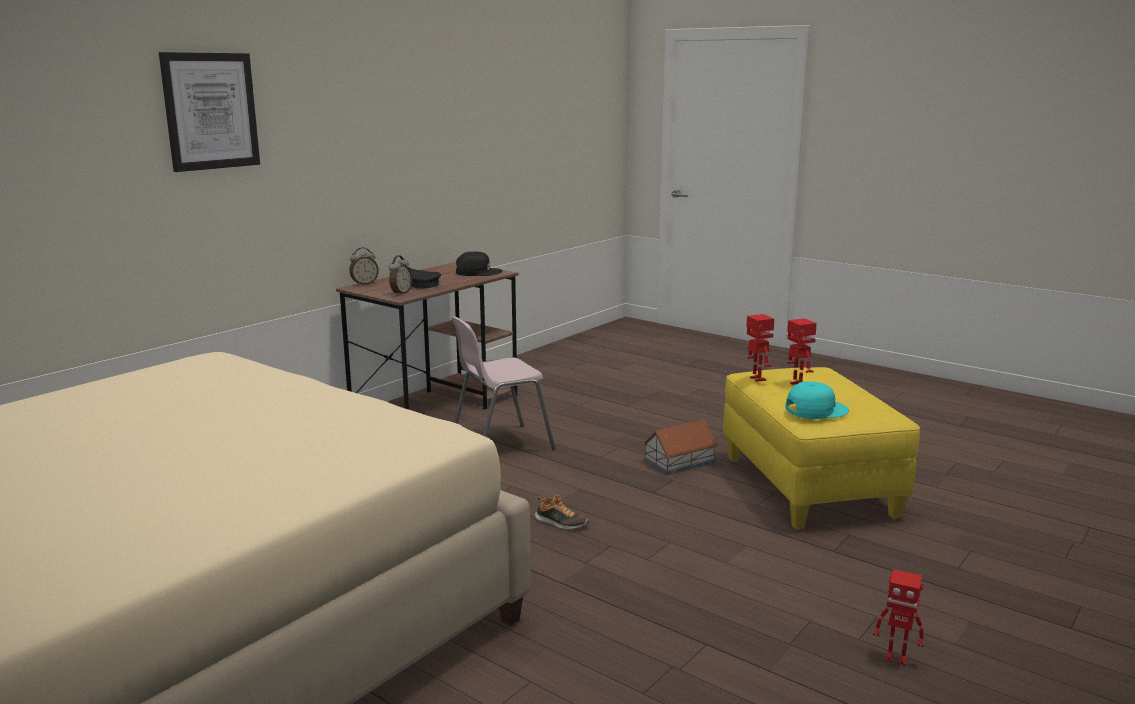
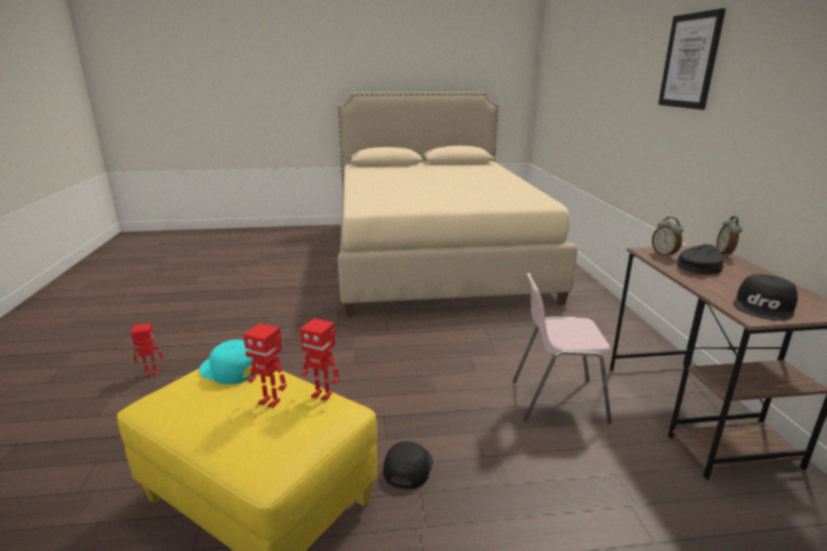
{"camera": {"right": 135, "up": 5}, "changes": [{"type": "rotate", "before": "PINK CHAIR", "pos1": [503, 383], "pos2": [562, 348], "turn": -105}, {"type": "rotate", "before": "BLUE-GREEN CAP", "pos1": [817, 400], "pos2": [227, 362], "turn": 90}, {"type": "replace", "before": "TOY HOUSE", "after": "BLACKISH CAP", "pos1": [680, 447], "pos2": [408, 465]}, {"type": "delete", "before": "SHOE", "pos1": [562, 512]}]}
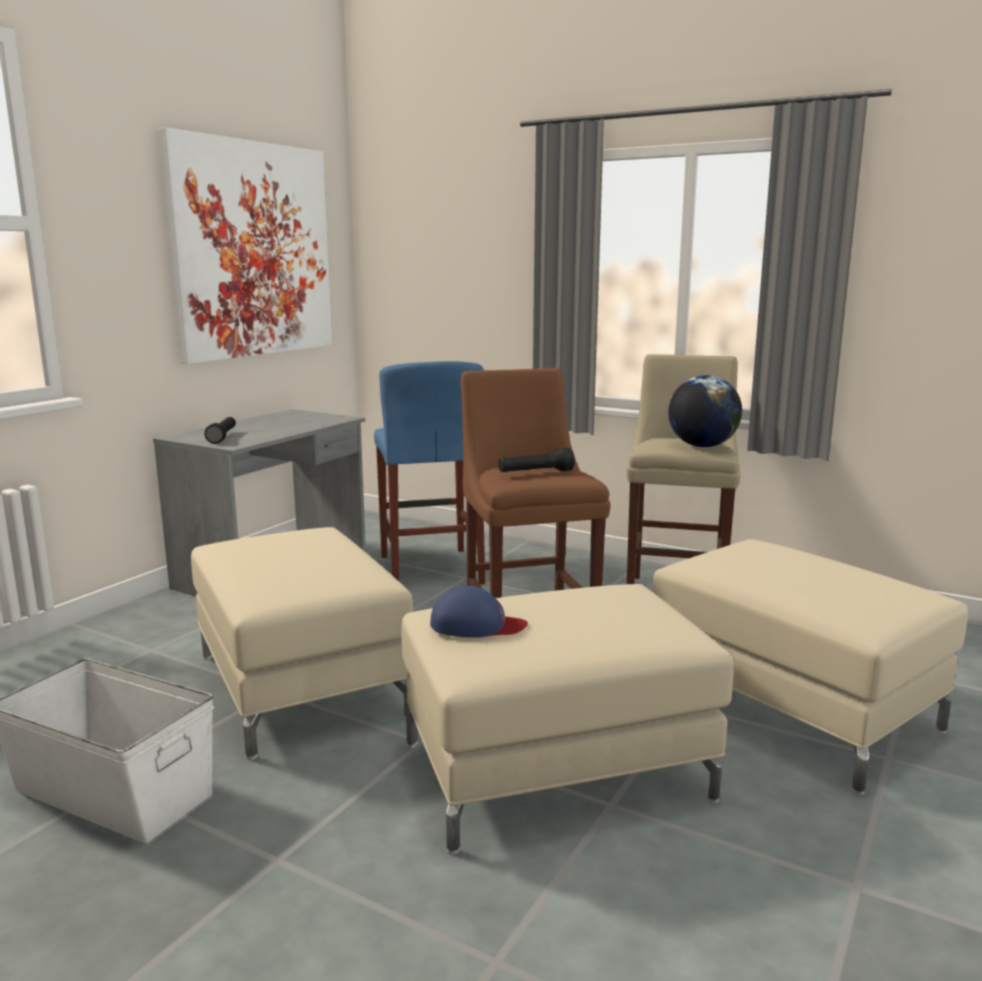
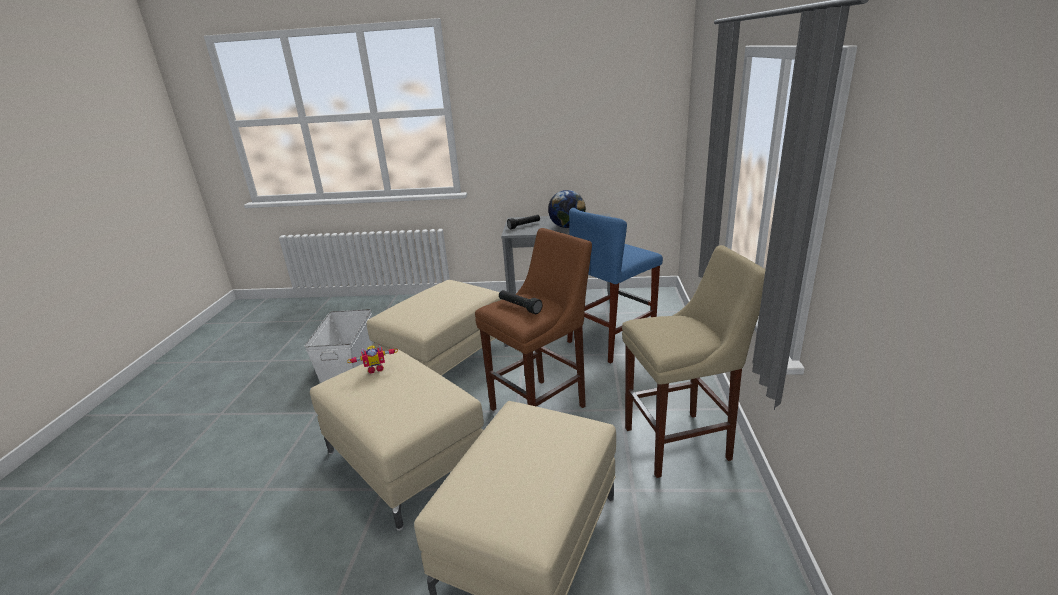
{"camera": {"right": 65, "up": 10}, "changes": [{"type": "delete", "before": "WALL PICTURE", "pos1": [245, 245]}, {"type": "move", "before": "GLOBE", "pos1": [705, 411], "pos2": [567, 209]}, {"type": "replace", "before": "BLUISH CAP", "after": "ROBOT FIGURE", "pos1": [479, 611], "pos2": [372, 359]}]}
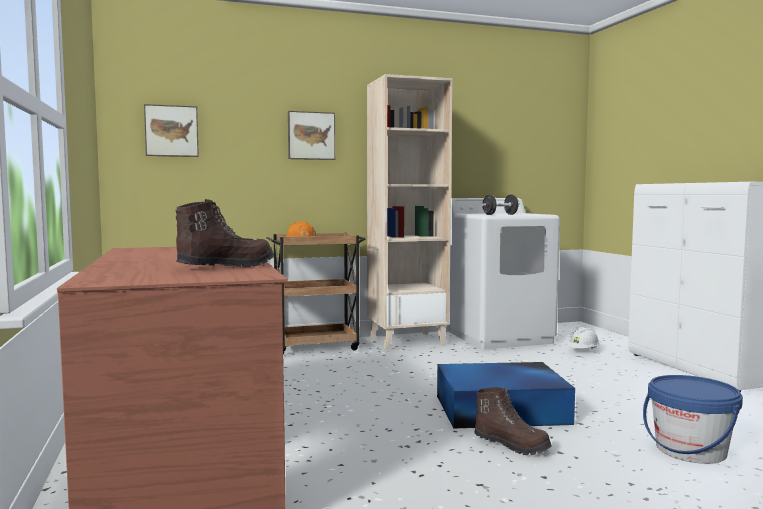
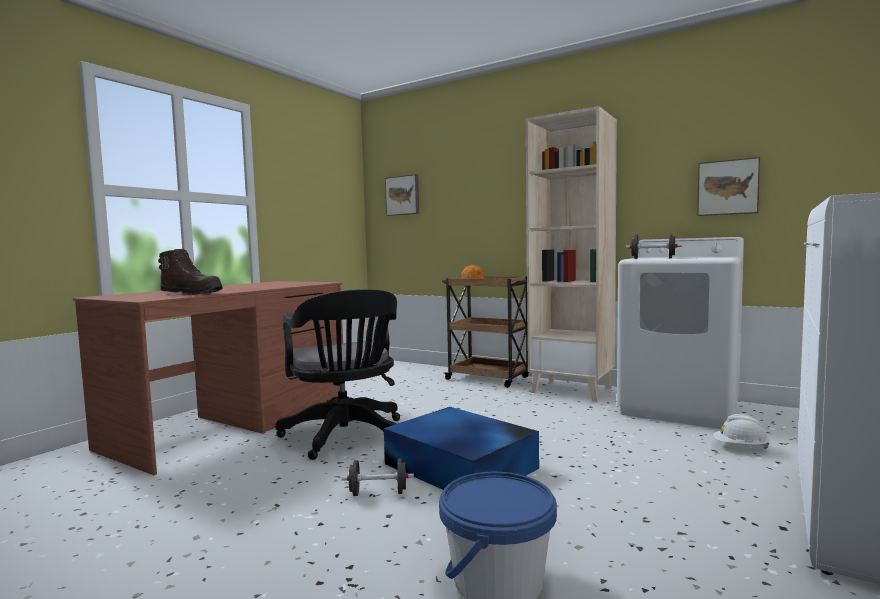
{"camera": {"right": 50, "up": 0}, "changes": [{"type": "move", "before": "WALL PICTURE", "pos1": [311, 135], "pos2": [728, 186]}, {"type": "replace", "before": "BROWN HIGH-TOP BOOT", "after": "BLACKISH HAND WEIGHT", "pos1": [513, 421], "pos2": [378, 477]}, {"type": "insert", "after": "BLACKISH DESK CHAIR", "pos2": [337, 374]}]}
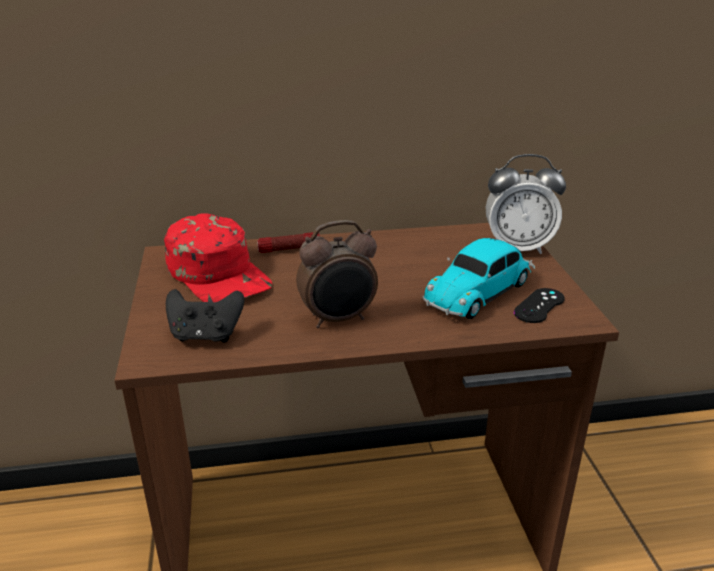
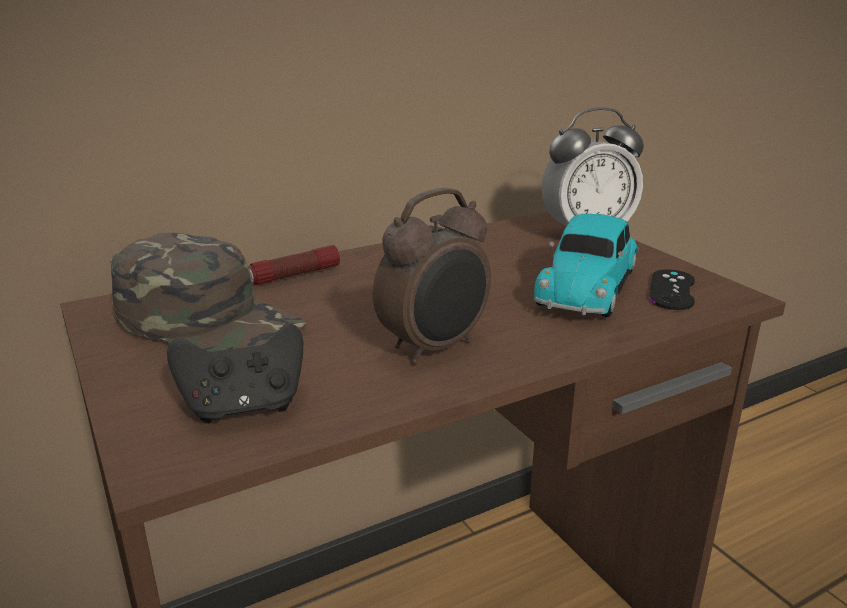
{"camera": {"right": -20, "up": -5}, "changes": [{"type": "recolor", "before": "RED-COLOURED CAP", "after": "GREEN CAP", "pos1": [218, 257], "pos2": [208, 292]}]}
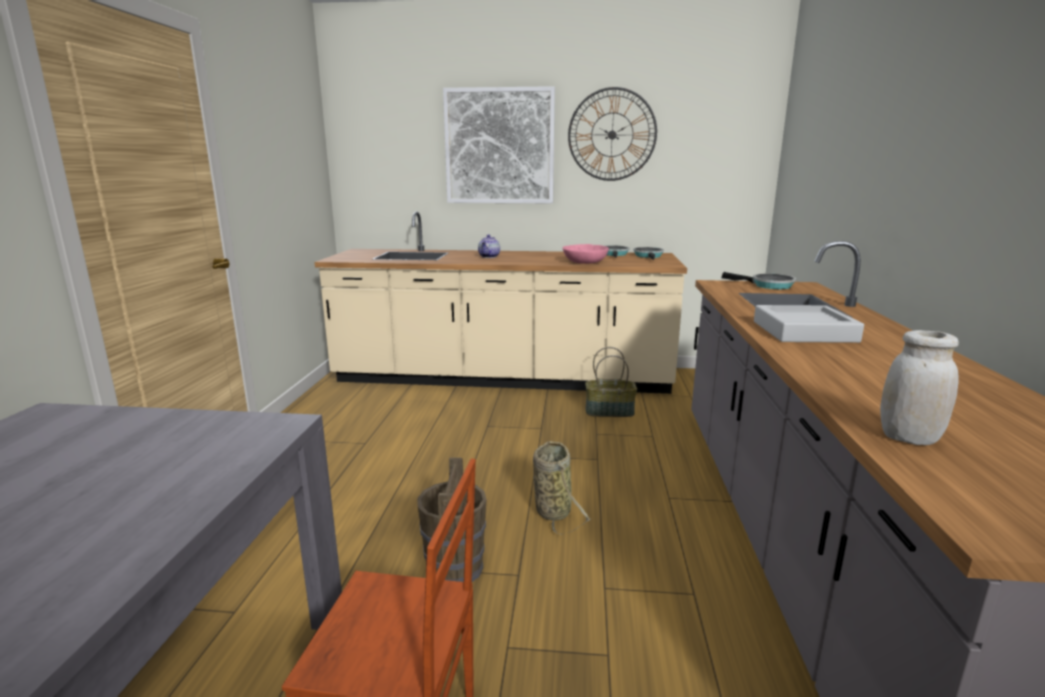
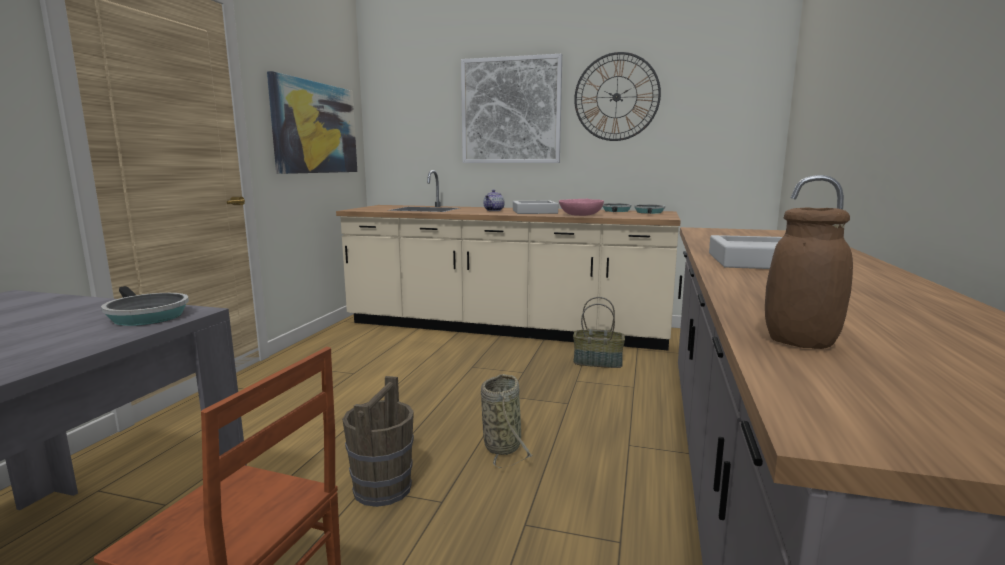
{"camera": {"right": 10, "up": -5}, "changes": [{"type": "move", "before": "FRYING PAN", "pos1": [759, 280], "pos2": [145, 306]}, {"type": "recolor", "before": "WHITISH JAR", "after": "BROWN JAR", "pos1": [919, 387], "pos2": [809, 278]}, {"type": "insert", "after": "WALL PICTURE", "pos2": [312, 122]}, {"type": "insert", "after": "GREYISH SERVING TRAY", "pos2": [535, 207]}]}
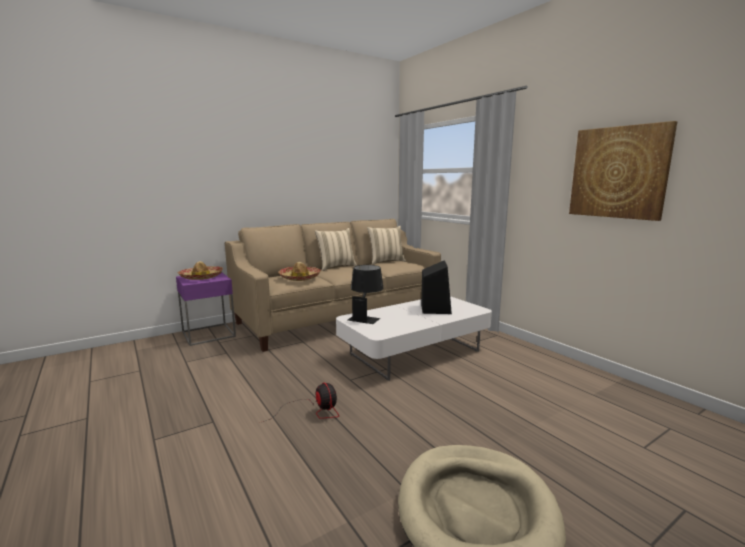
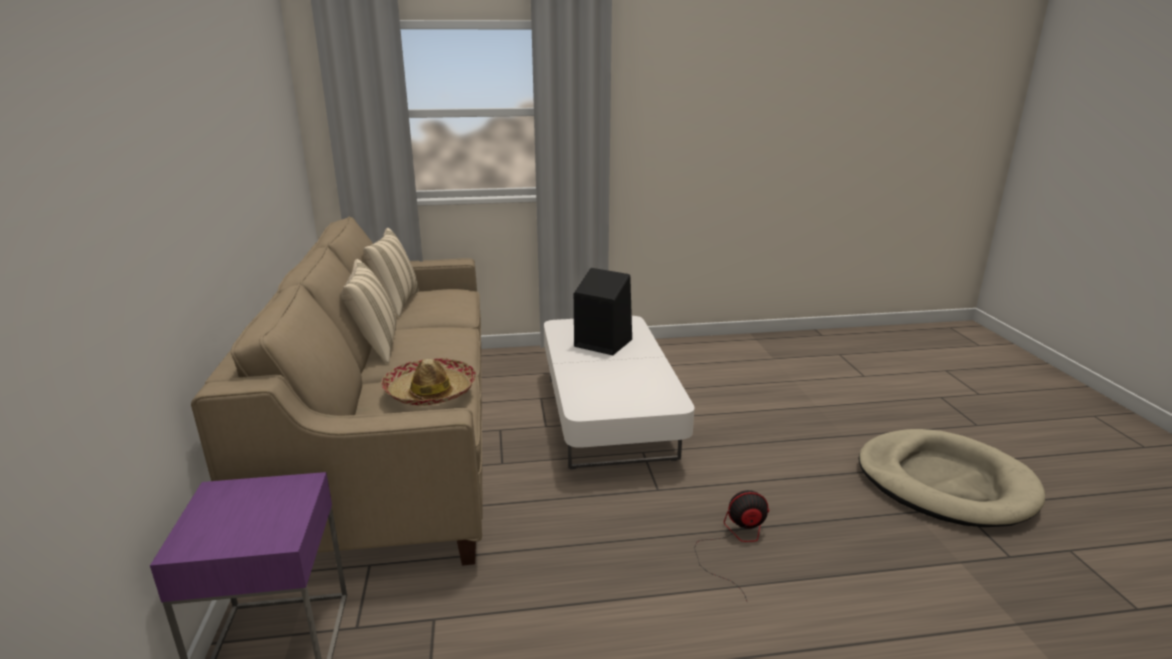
{"camera": {"right": -65, "up": 10}, "changes": [{"type": "delete", "before": "WALL PICTURE", "pos1": [623, 171]}, {"type": "delete", "before": "HAT", "pos1": [200, 270]}, {"type": "delete", "before": "BLACKISH TABLETOP LAMP", "pos1": [365, 294]}]}
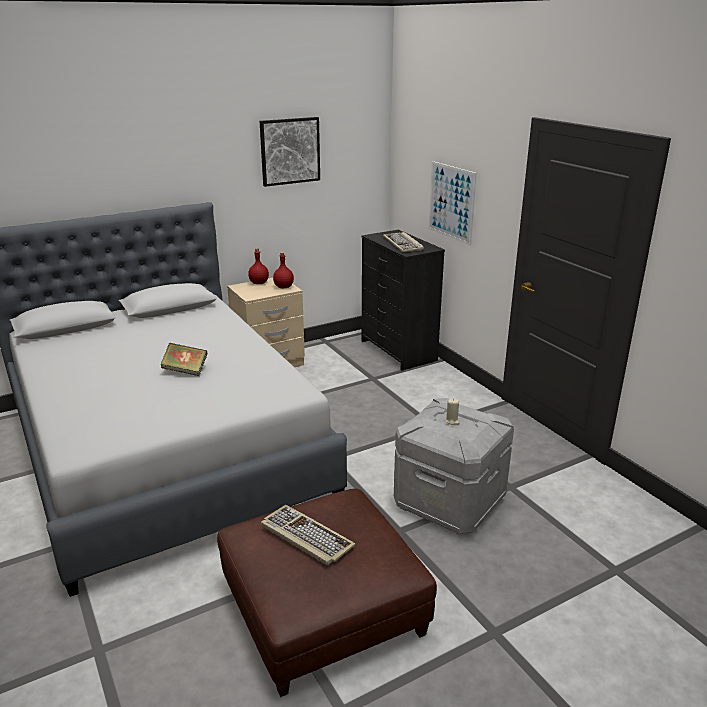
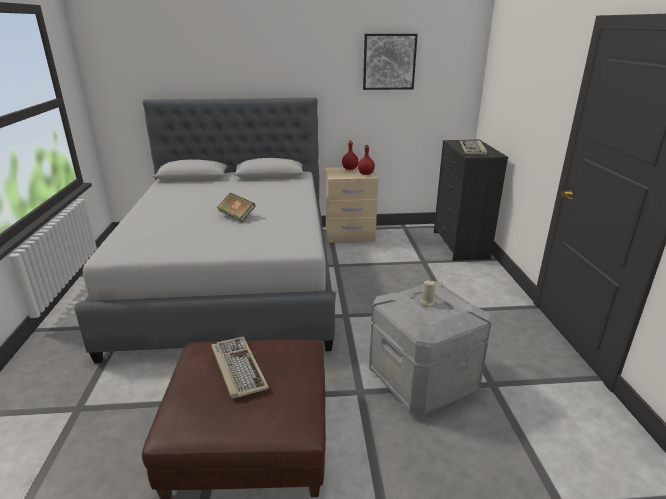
{"camera": {"right": 25, "up": 0}, "changes": [{"type": "delete", "before": "WALL PICTURE", "pos1": [453, 203]}]}
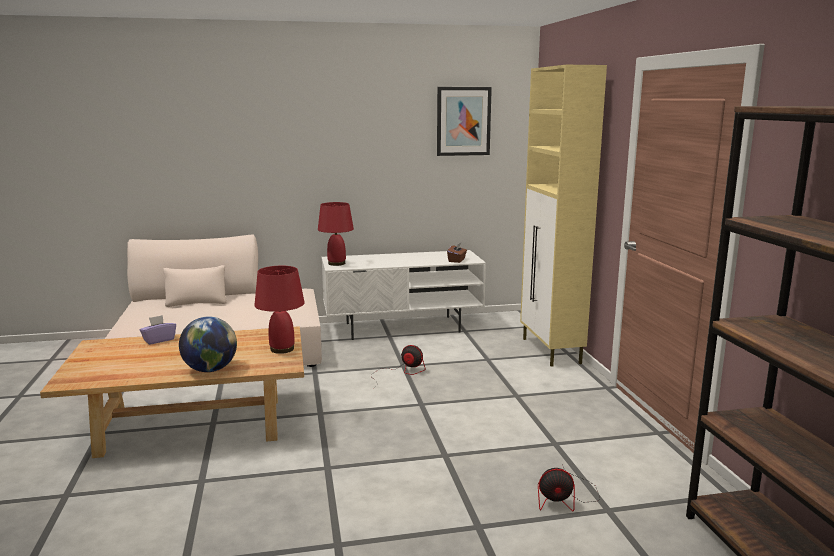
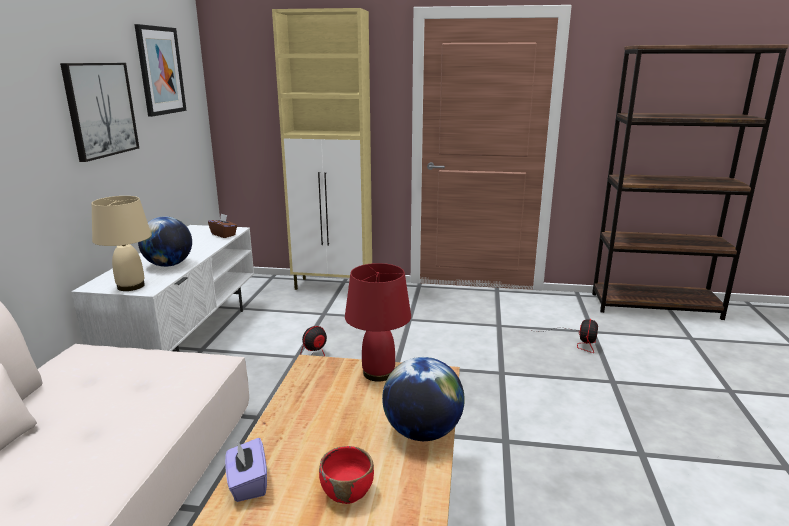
{"camera": {"right": -70, "up": 5}, "changes": [{"type": "recolor", "before": "RED-COLOURED TABLETOP LAMP", "after": "SAND-COLOURED TABLETOP LAMP", "pos1": [336, 234], "pos2": [121, 243]}, {"type": "insert", "after": "WALL PICTURE", "pos2": [99, 112]}, {"type": "insert", "after": "GLOBE", "pos2": [165, 241]}, {"type": "insert", "after": "RED-COLOURED BOWL", "pos2": [346, 475]}]}
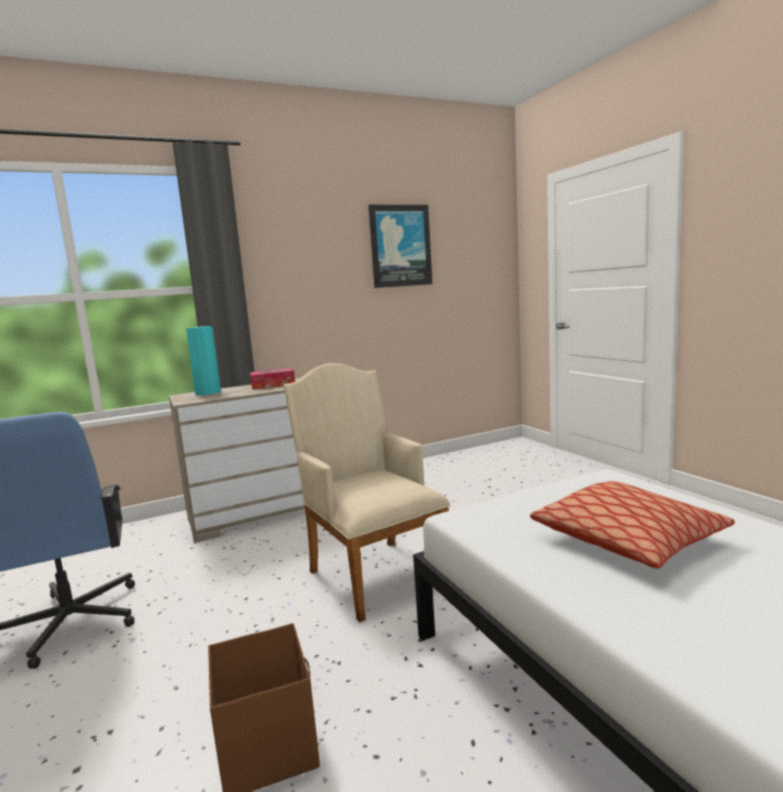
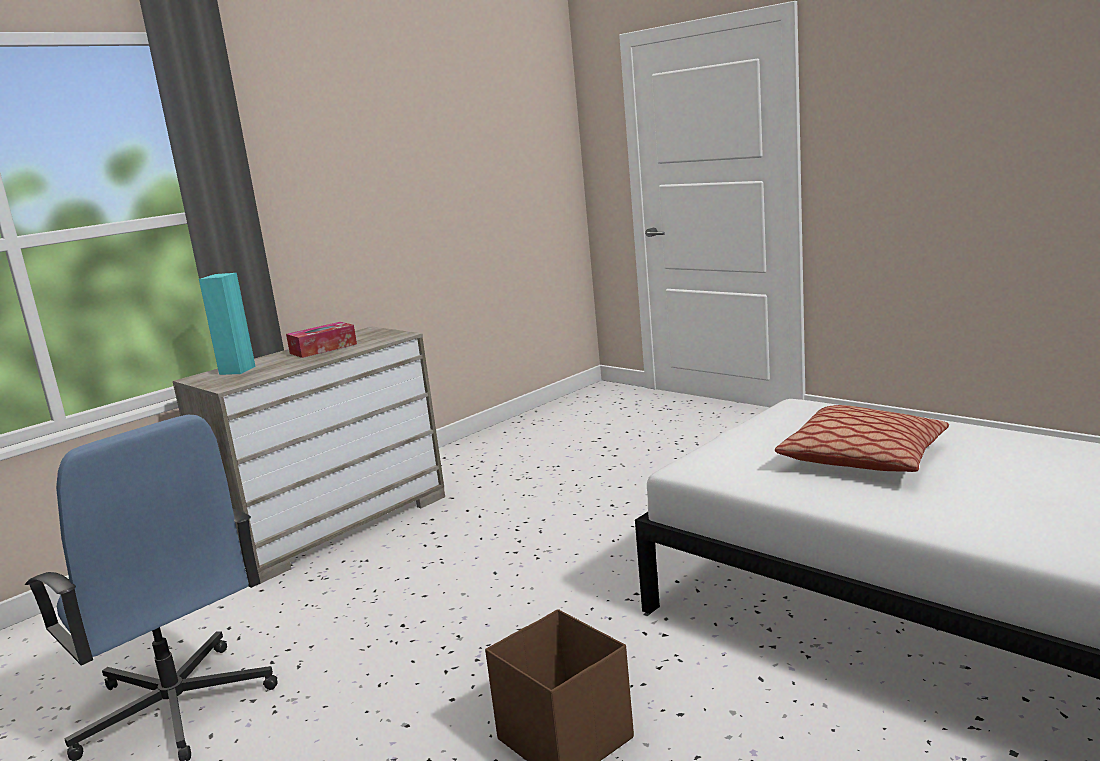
{"camera": {"right": -20, "up": 5}, "changes": [{"type": "delete", "before": "WALL PICTURE", "pos1": [400, 246]}, {"type": "delete", "before": "SAND-COLOURED EASY CHAIR", "pos1": [367, 492]}]}
